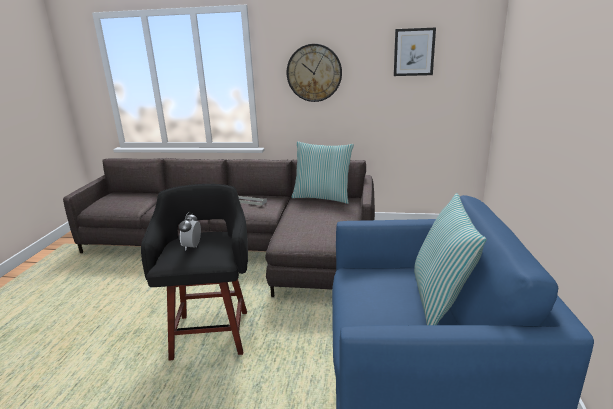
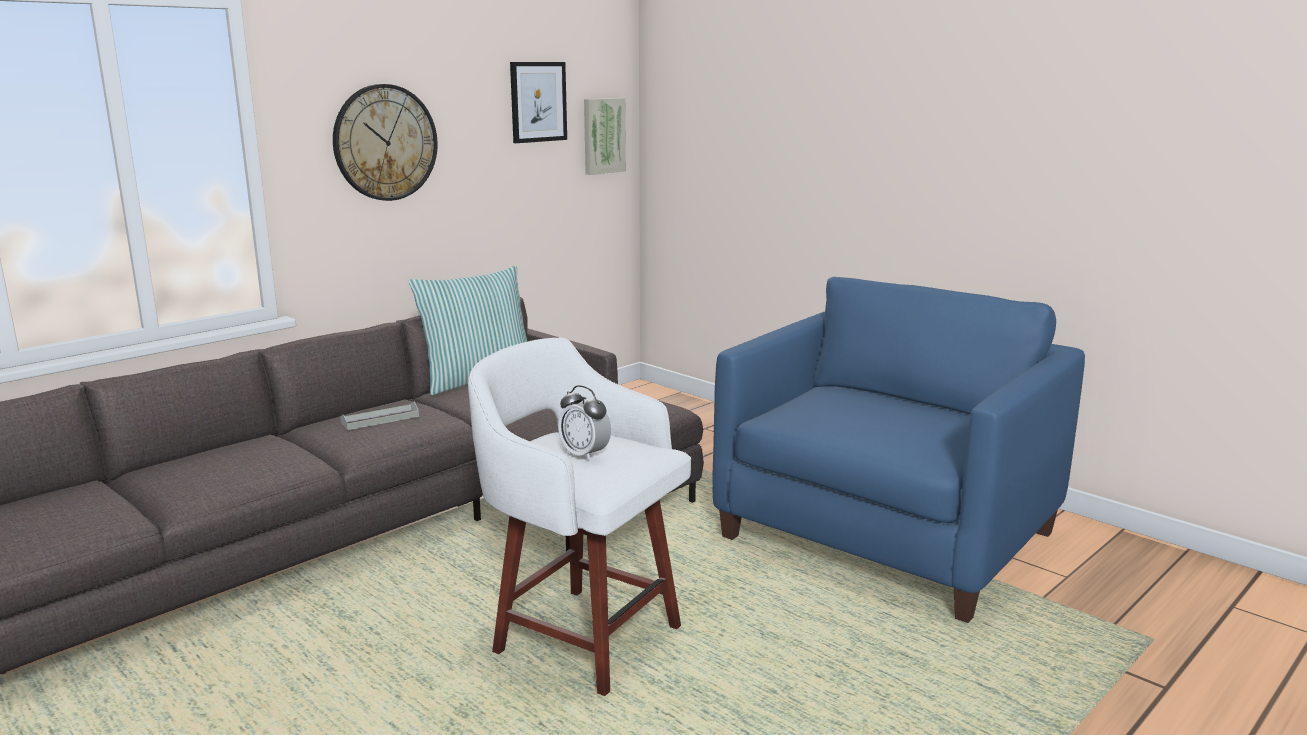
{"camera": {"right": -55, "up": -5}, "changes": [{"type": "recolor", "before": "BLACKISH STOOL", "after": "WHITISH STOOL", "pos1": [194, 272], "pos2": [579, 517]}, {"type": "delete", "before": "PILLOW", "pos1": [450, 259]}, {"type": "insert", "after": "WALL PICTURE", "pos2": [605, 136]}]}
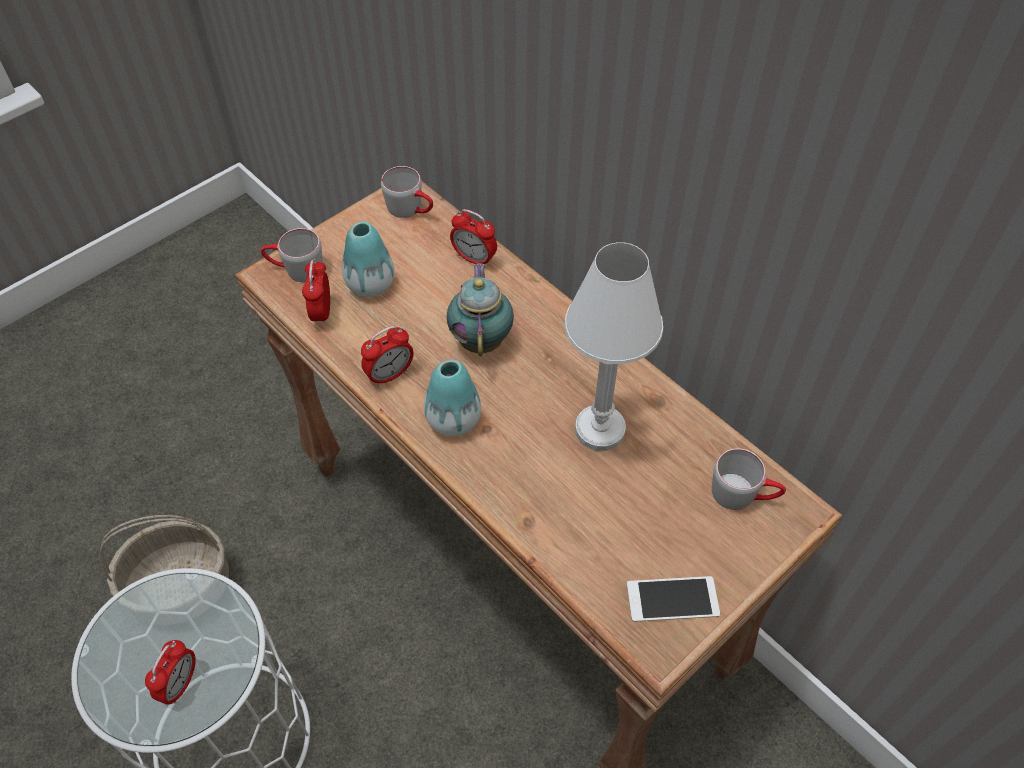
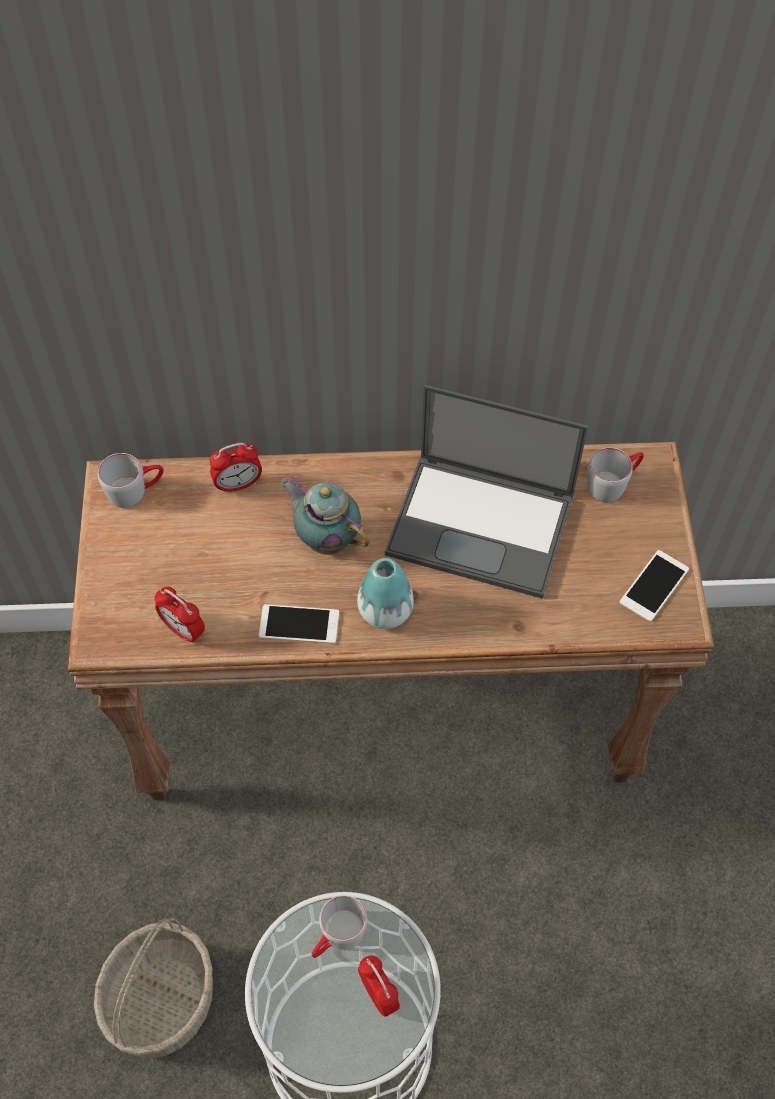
{"camera": {"right": -50, "up": 5}, "changes": [{"type": "delete", "before": "VASE", "pos1": [368, 259]}, {"type": "move", "before": "GREYISH MUG", "pos1": [292, 255], "pos2": [339, 926]}, {"type": "replace", "before": "WHITISH TABLETOP LAMP", "after": "LAPTOP", "pos1": [613, 346], "pos2": [486, 492]}, {"type": "replace", "before": "TABLE CLOCK", "after": "TELEPHONE", "pos1": [387, 356], "pos2": [299, 624]}]}
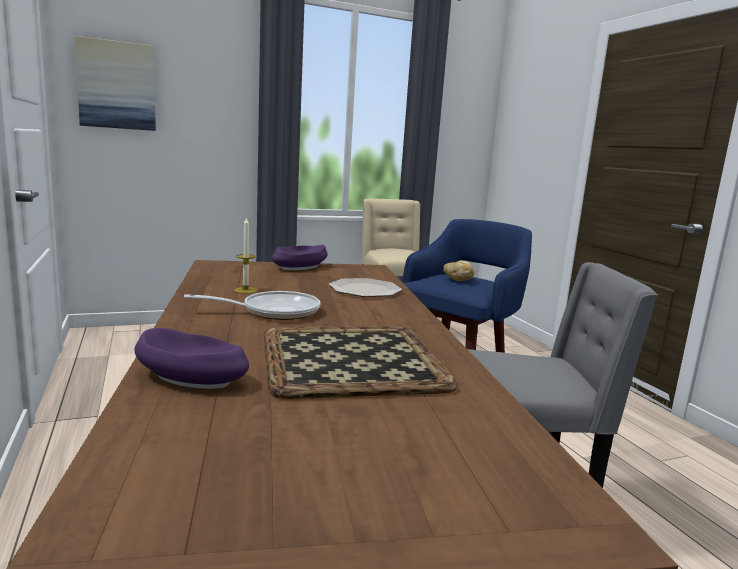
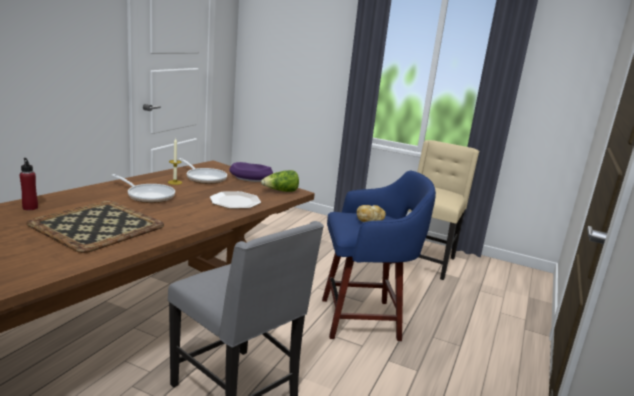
{"camera": {"right": 45, "up": 5}, "changes": [{"type": "delete", "before": "WALL PICTURE", "pos1": [115, 83]}, {"type": "replace", "before": "PURPLISH BOWL", "after": "RED-COLOURED BEVERAGE BOTTLE", "pos1": [191, 358], "pos2": [29, 184]}, {"type": "insert", "after": "FRYING PAN", "pos2": [203, 171]}, {"type": "insert", "after": "LETTUCE HEAD", "pos2": [280, 181]}]}
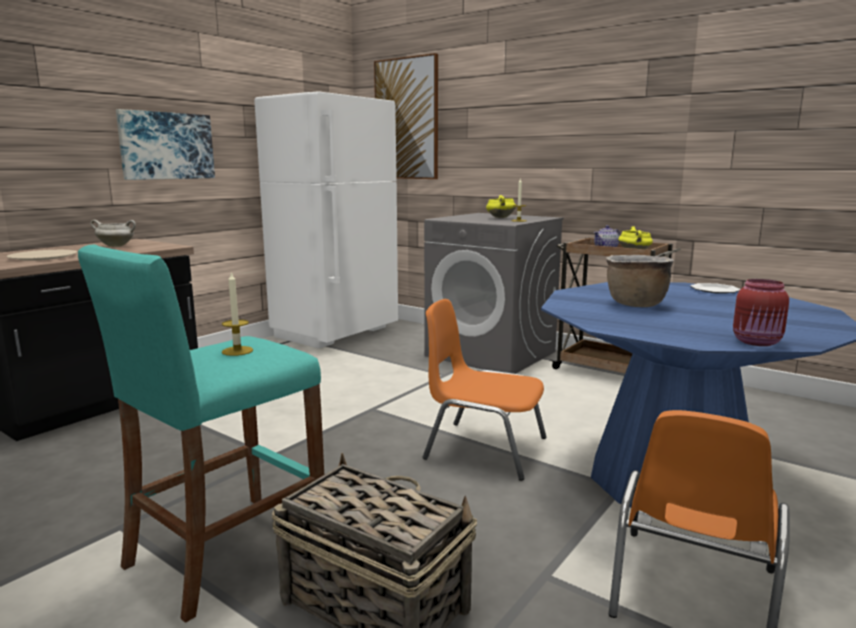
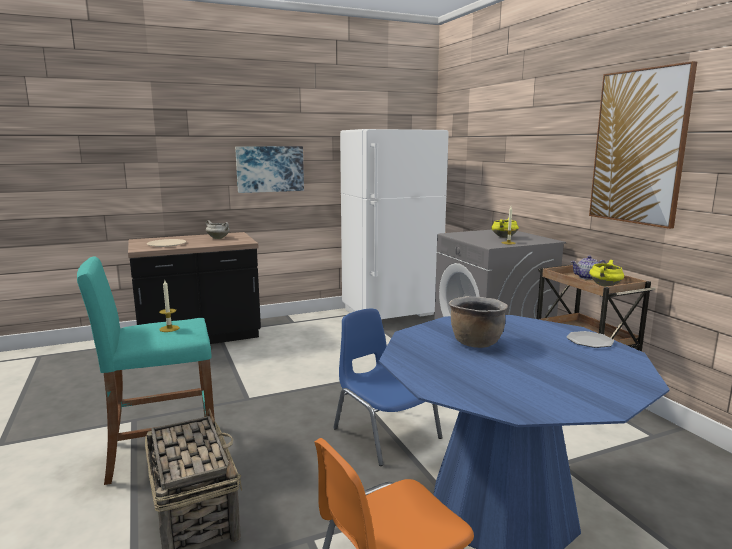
{"camera": {"right": 30, "up": 0}, "changes": [{"type": "move", "before": "WALL PICTURE", "pos1": [406, 116], "pos2": [643, 145]}, {"type": "delete", "before": "RED-COLOURED JAR", "pos1": [761, 312]}, {"type": "recolor", "before": "ORANGE CHAIR", "after": "BLUISH CHAIR", "pos1": [484, 390], "pos2": [387, 387]}]}
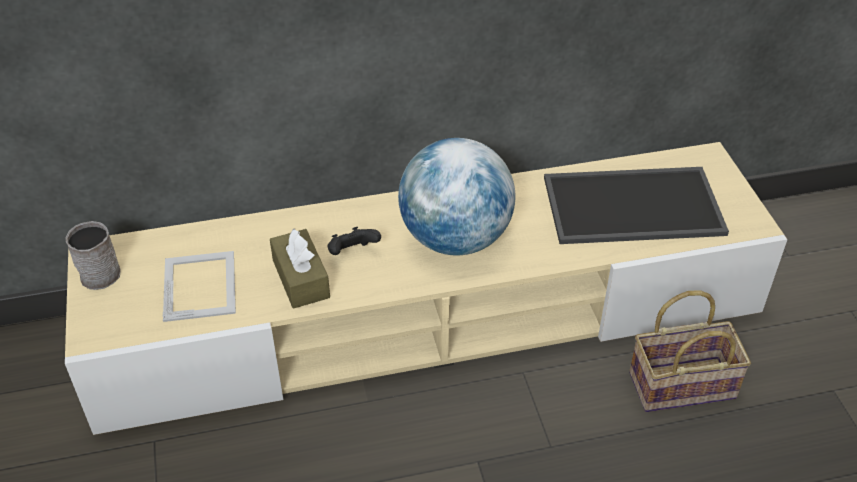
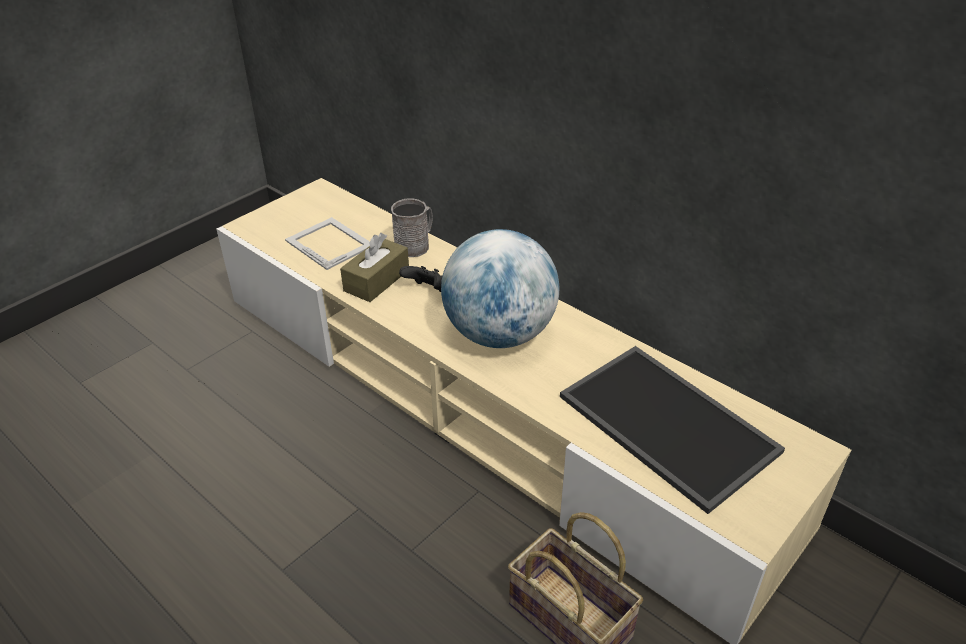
{"camera": {"right": 55, "up": -5}, "changes": [{"type": "move", "before": "GREYISH MUG", "pos1": [93, 255], "pos2": [412, 227]}, {"type": "rotate", "before": "STANDING FRAME", "pos1": [199, 286], "pos2": [327, 243], "turn": -90}]}
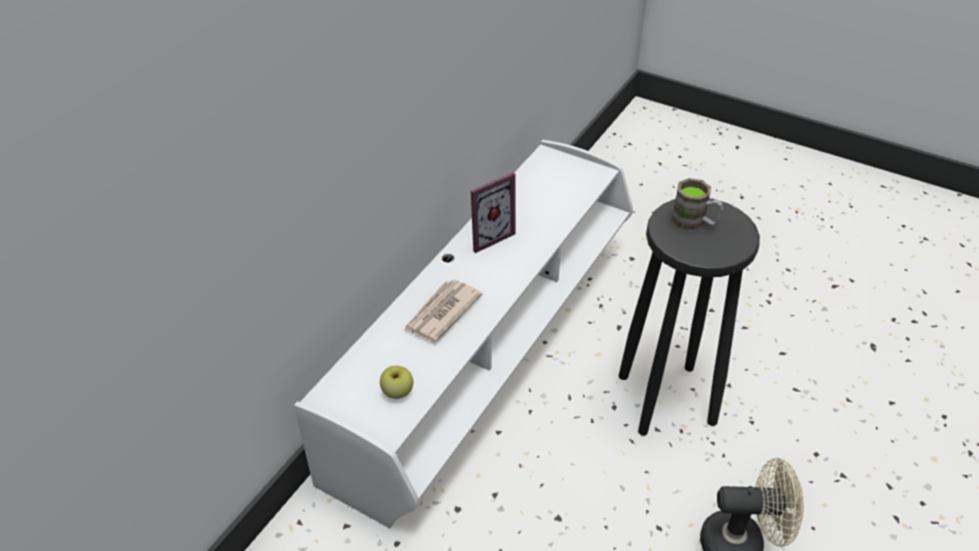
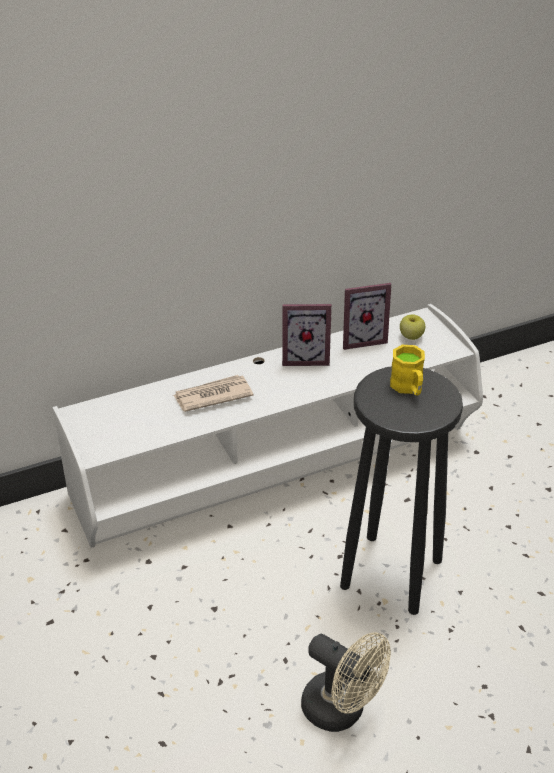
{"camera": {"right": 35, "up": -5}, "changes": [{"type": "recolor", "before": "BROWN MUG", "after": "YELLOW MUG", "pos1": [697, 204], "pos2": [407, 370]}, {"type": "move", "before": "APPLE FRUIT", "pos1": [396, 382], "pos2": [412, 327]}, {"type": "insert", "after": "STANDING FRAME", "pos2": [367, 316]}]}
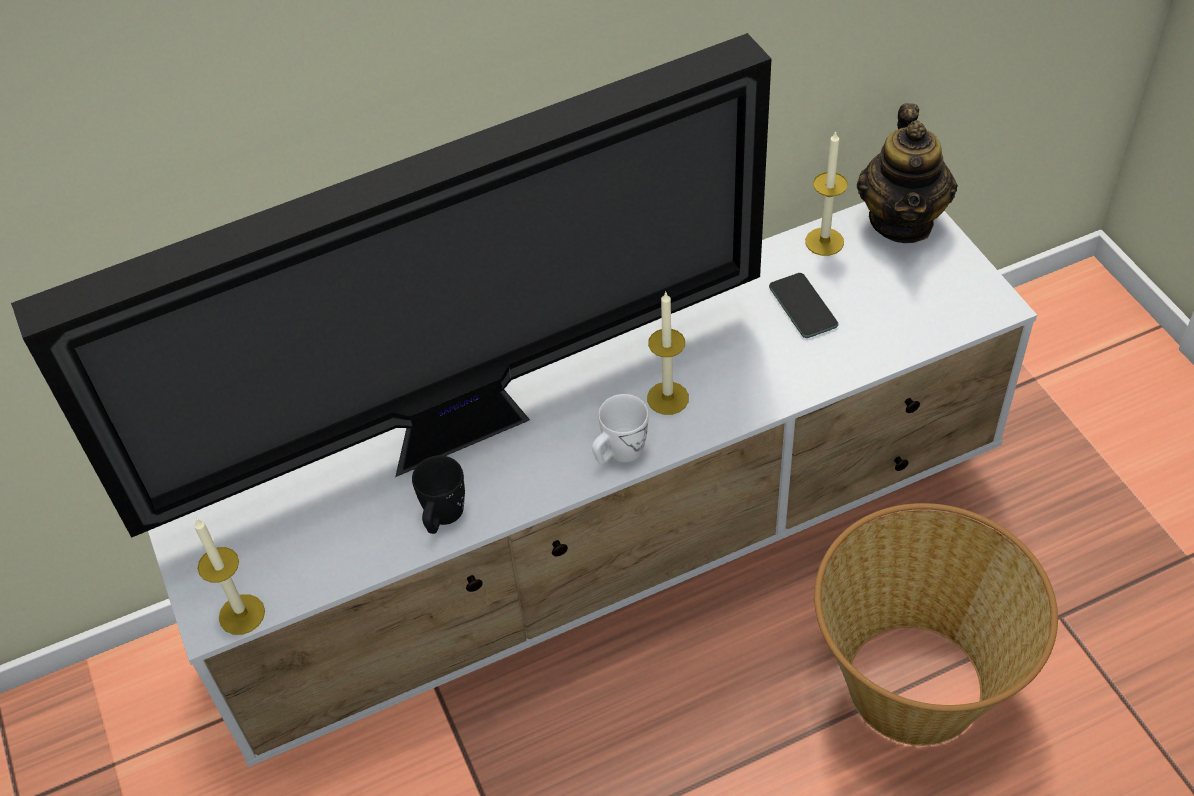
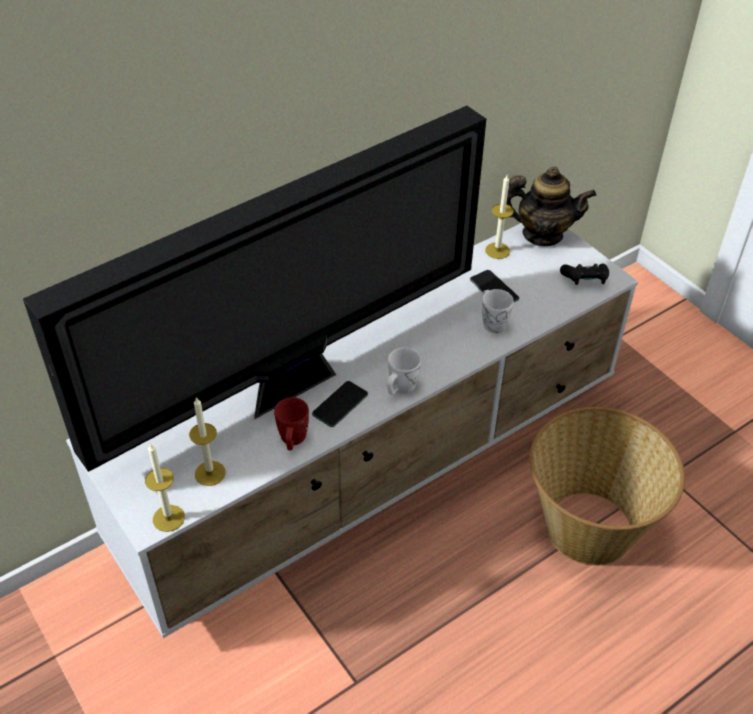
{"camera": {"right": -15, "up": -5}, "changes": [{"type": "rotate", "before": "TEA POT", "pos1": [907, 173], "pos2": [551, 206], "turn": -75}, {"type": "move", "before": "WAX LIGHT", "pos1": [668, 353], "pos2": [207, 441]}, {"type": "recolor", "before": "BLACKISH MUG", "after": "RED-COLOURED MUG", "pos1": [438, 494], "pos2": [291, 423]}, {"type": "insert", "after": "BLACKISH GAMEPAD", "pos2": [584, 274]}, {"type": "insert", "after": "WHITISH MUG", "pos2": [498, 311]}, {"type": "insert", "after": "TELEPHONE", "pos2": [340, 404]}]}
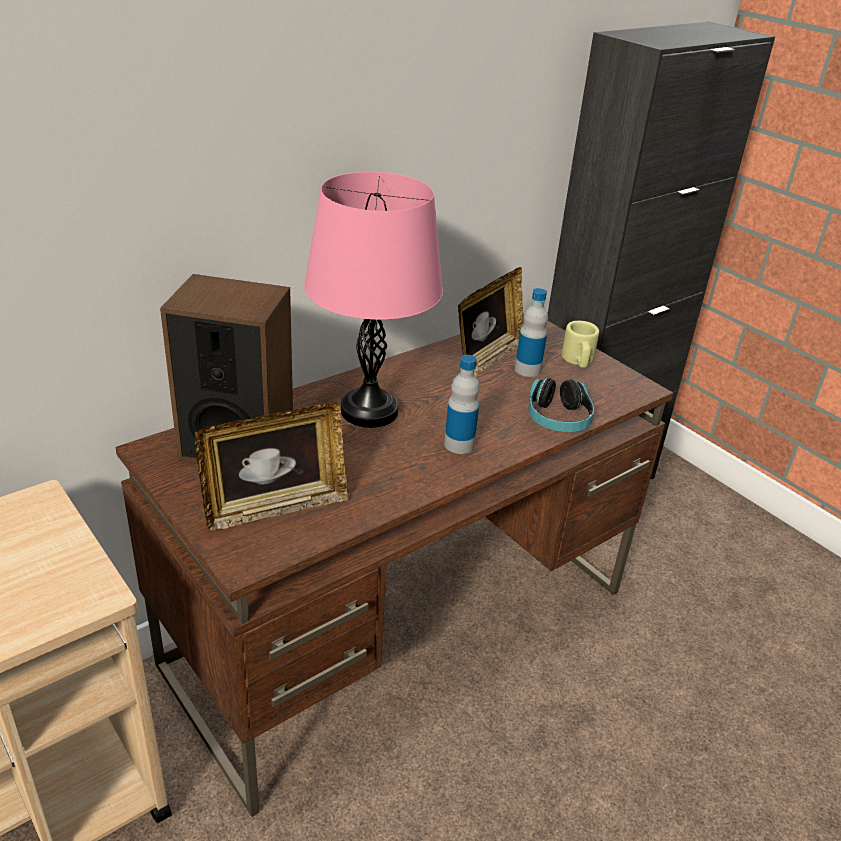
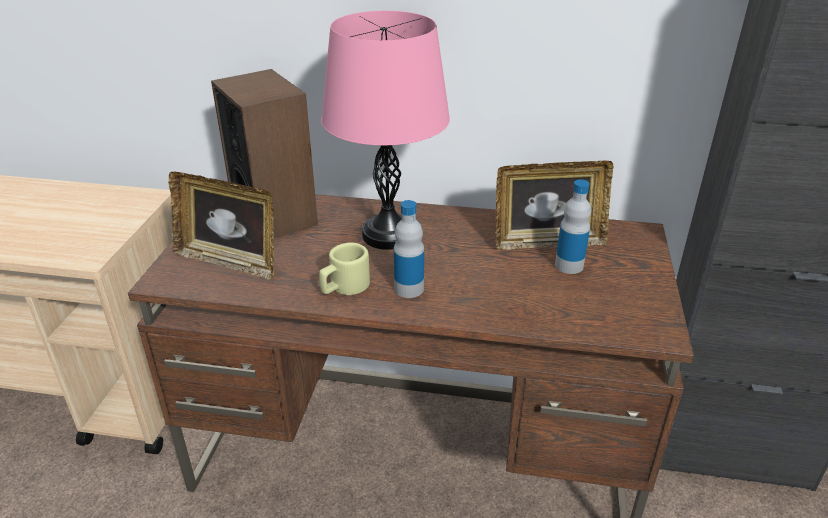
{"camera": {"right": 50, "up": 0}, "changes": [{"type": "move", "before": "SAND-COLOURED MUG", "pos1": [580, 344], "pos2": [344, 268]}, {"type": "delete", "before": "PAIR OF HEADPHONES", "pos1": [561, 405]}]}
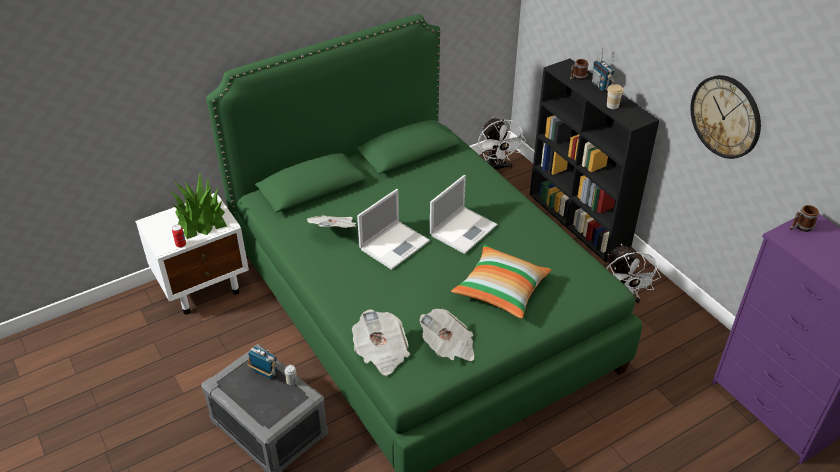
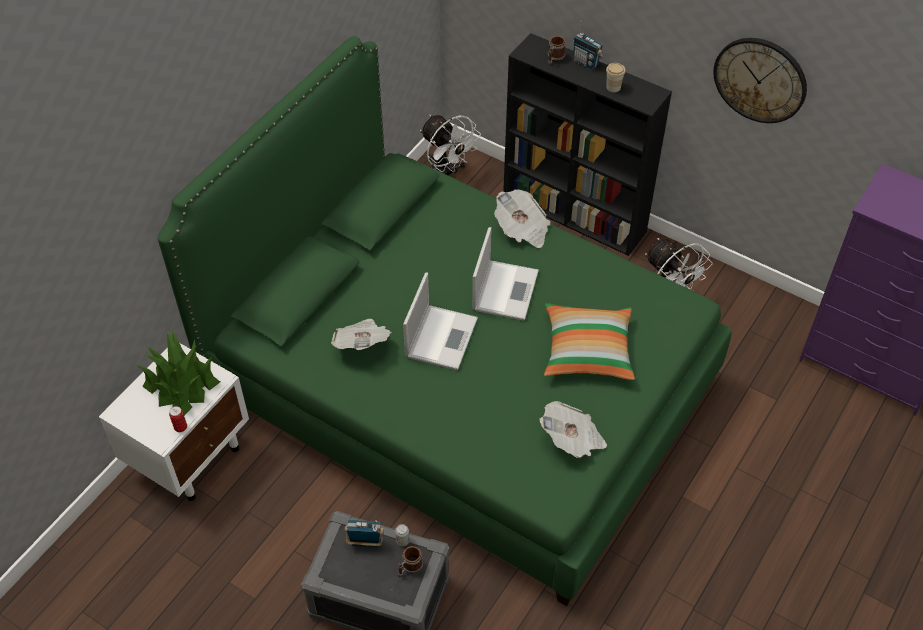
{"camera": {"right": -25, "up": 10}, "changes": [{"type": "move", "before": "MUG", "pos1": [804, 218], "pos2": [410, 562]}, {"type": "move", "before": "NEWSPAPER", "pos1": [381, 342], "pos2": [522, 219]}]}
